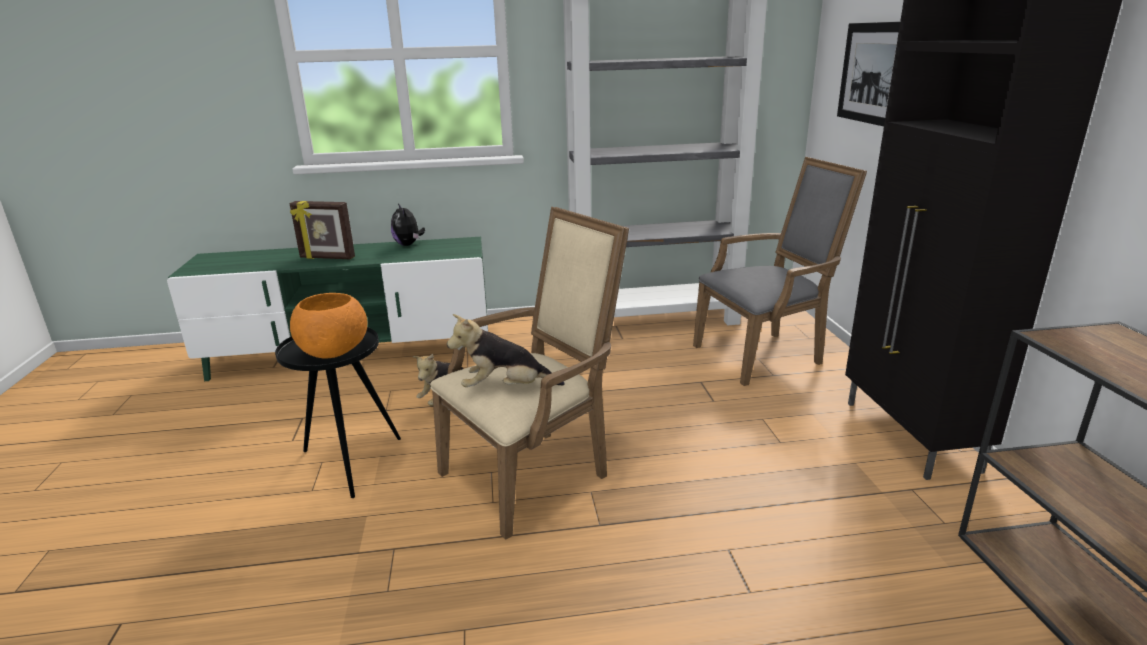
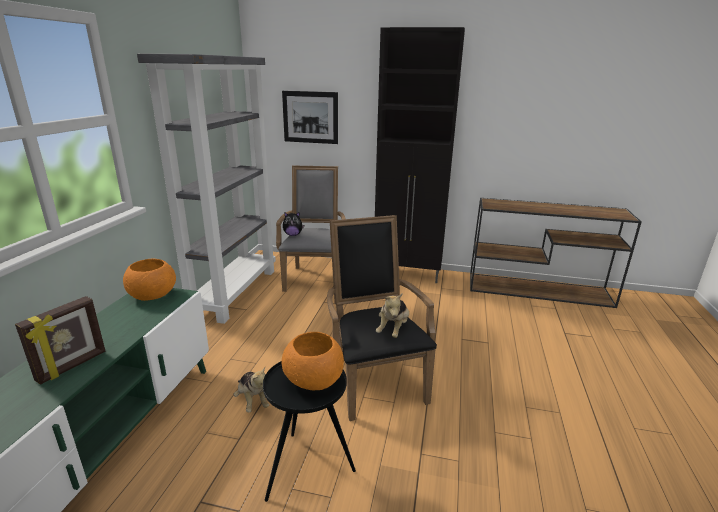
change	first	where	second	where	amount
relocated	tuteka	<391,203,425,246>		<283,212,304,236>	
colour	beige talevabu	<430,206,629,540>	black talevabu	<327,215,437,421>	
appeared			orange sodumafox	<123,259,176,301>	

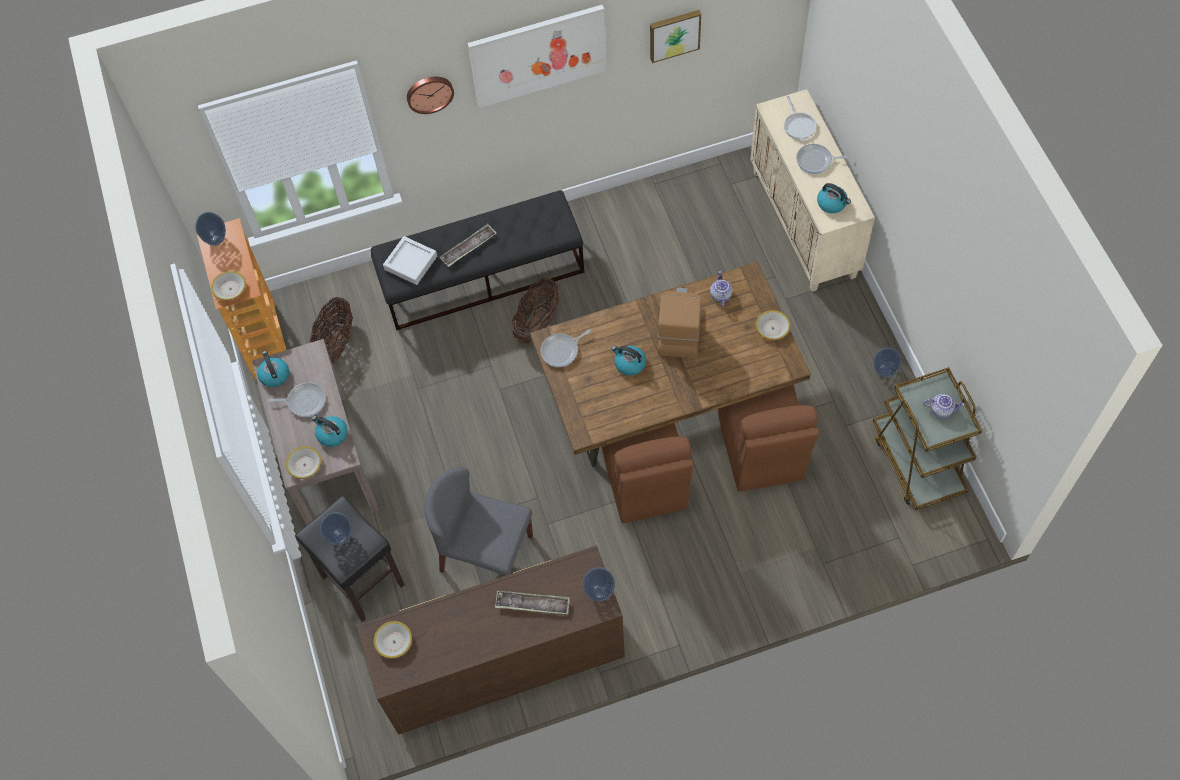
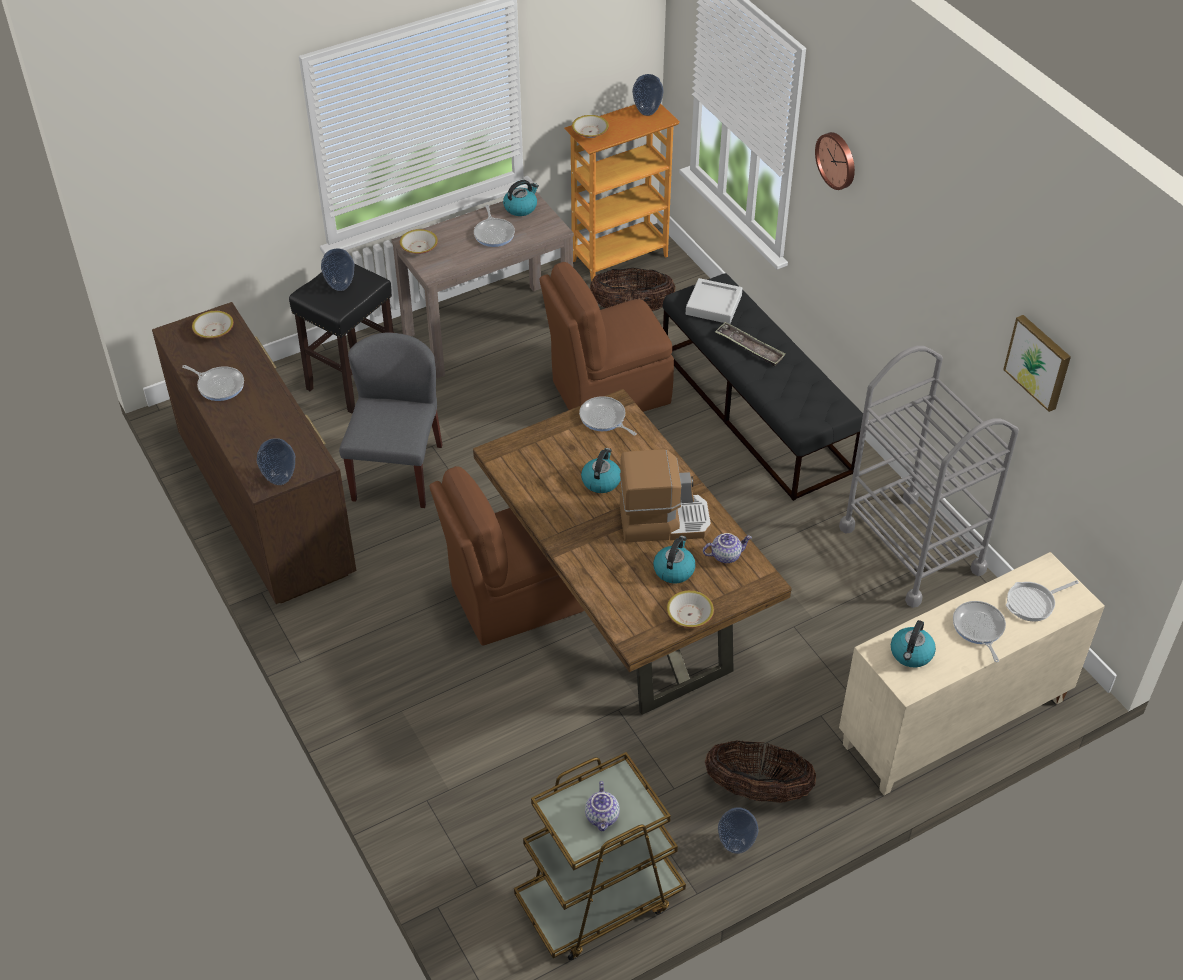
change	first	where	second	where	amount
relocated	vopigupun	<312,415,348,447>		<653,536,696,583>	
missing	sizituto	<468,5,607,108>			
missing	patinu	<495,591,570,615>			
relocated	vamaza	<512,277,559,344>		<705,740,816,803>	
relocated	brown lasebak	<718,384,819,492>		<539,262,674,412>	
appeared			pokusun	<182,365,244,401>	
appeared			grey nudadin	<839,346,1019,608>	

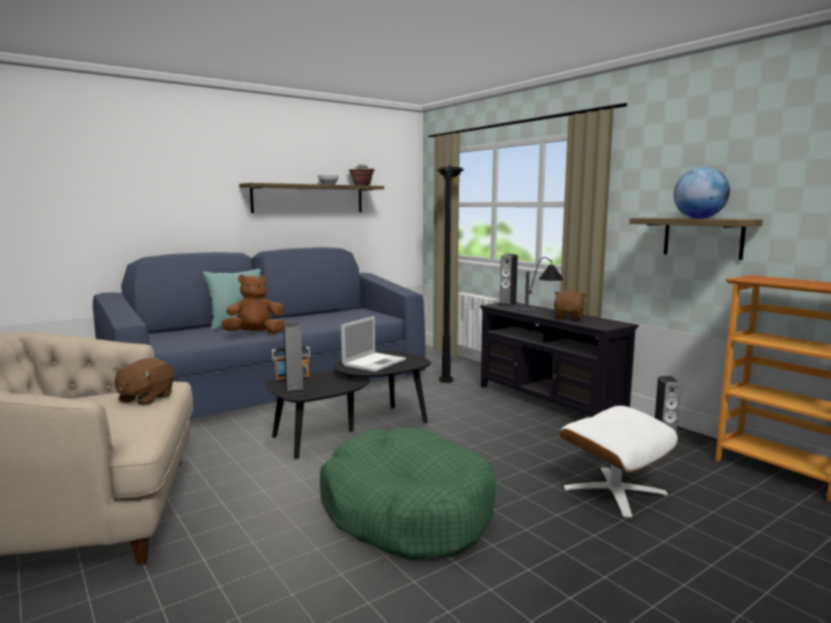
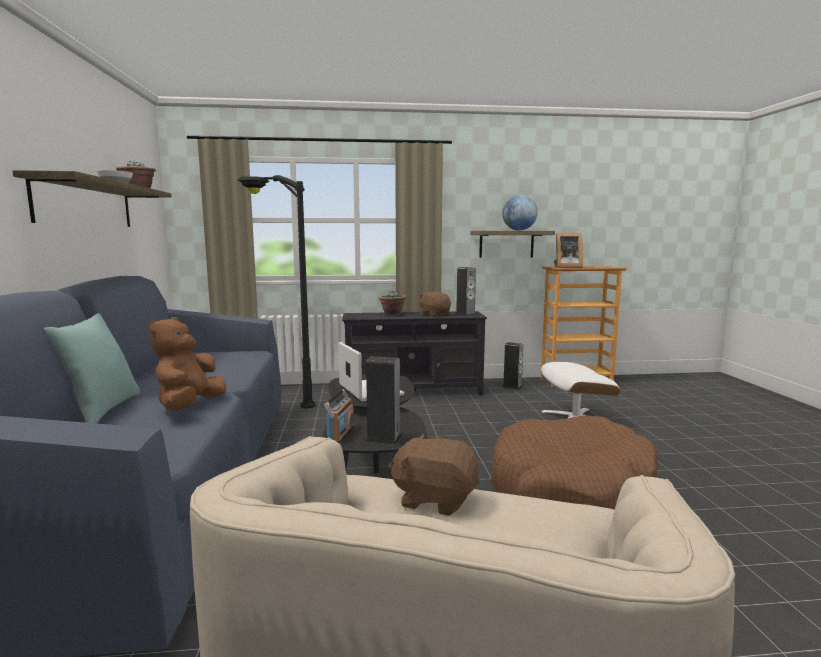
change	first	where	second	where	amount
spun	brown tuteka	<113,358,174,406>		<389,434,480,516>	150 degrees clockwise
colour	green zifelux	<320,428,496,560>	brown zifelux	<491,415,659,510>	
relocated	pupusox	<499,254,518,306>		<455,267,476,316>	
exchanged	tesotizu	<518,257,563,312>	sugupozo	<378,291,407,315>	
appeared			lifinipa	<554,233,583,268>	

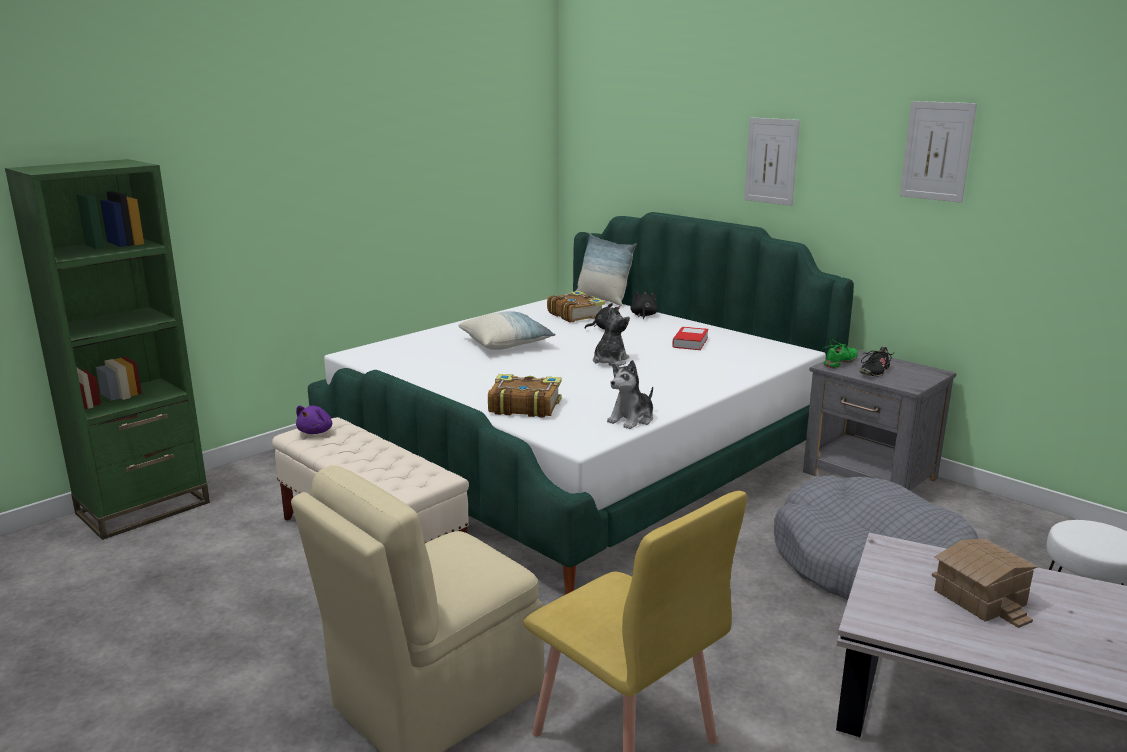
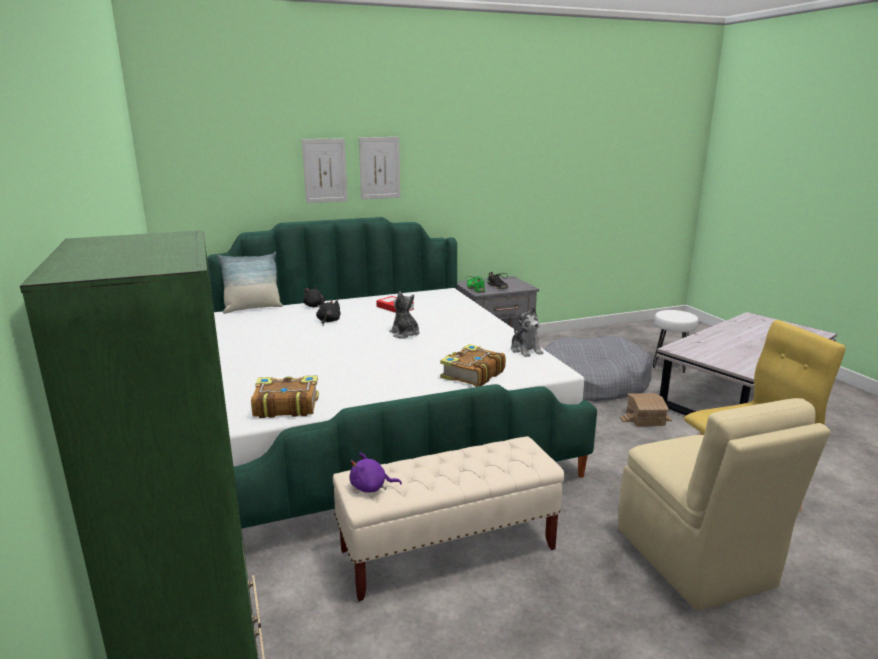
change	first	where	second	where	amount
spun	purple tuteka	<296,406,332,434>		<349,453,402,493>	135 degrees clockwise
missing	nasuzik	<458,311,556,350>			
relocated	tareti	<547,291,605,323>		<251,375,319,418>	
relocated	sizituto	<899,101,977,203>		<302,138,348,203>	
relocated	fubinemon	<932,539,1039,628>		<620,393,672,426>	

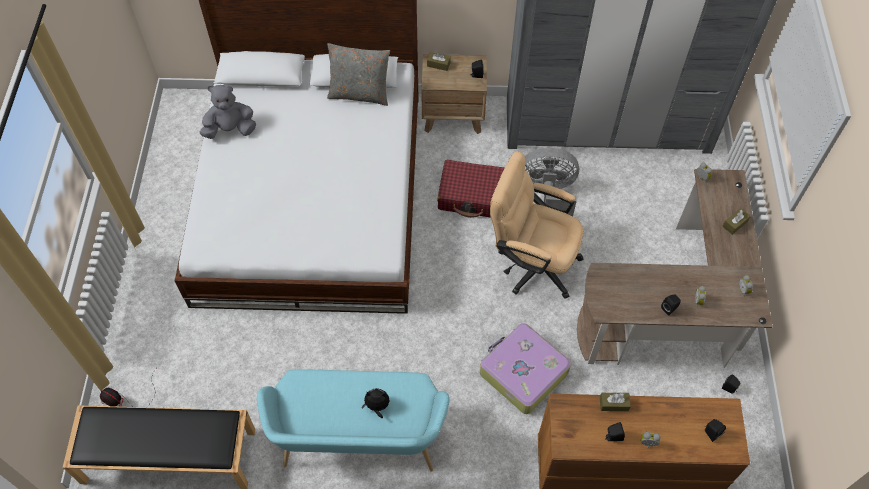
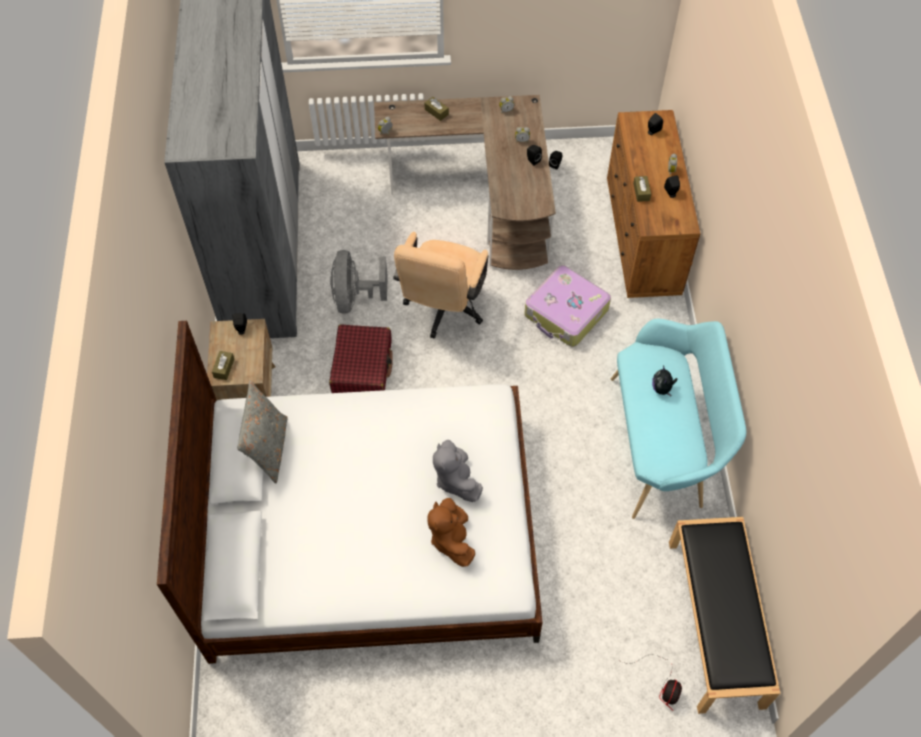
change	first	where	second	where	amount
relocated	grey tuteka	<200,85,256,139>		<433,440,483,502>	
appeared			brown tuteka	<427,498,475,567>	

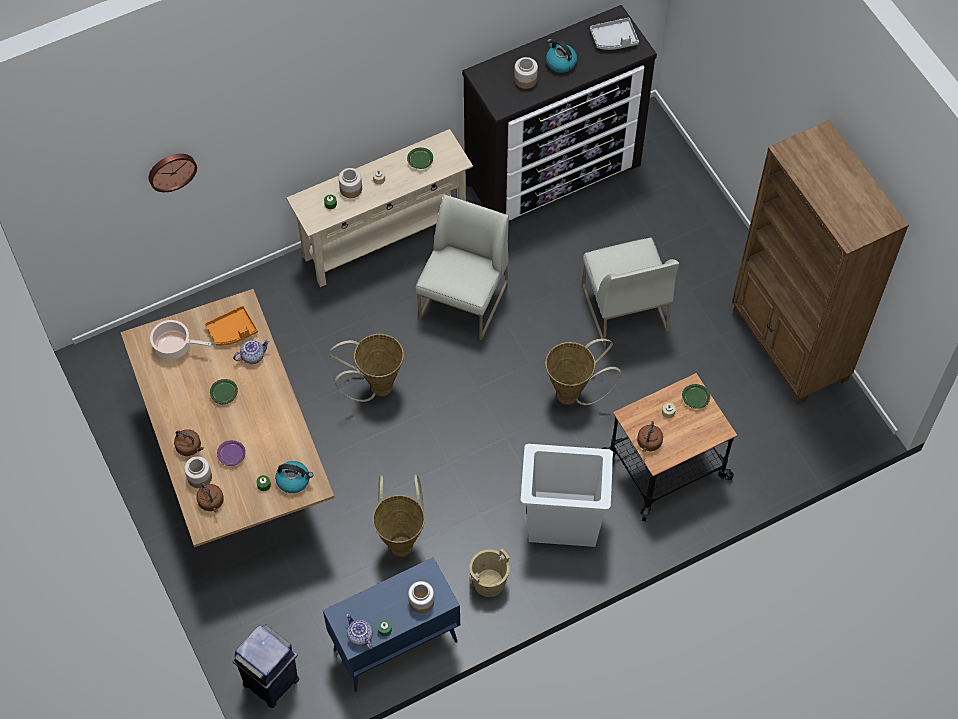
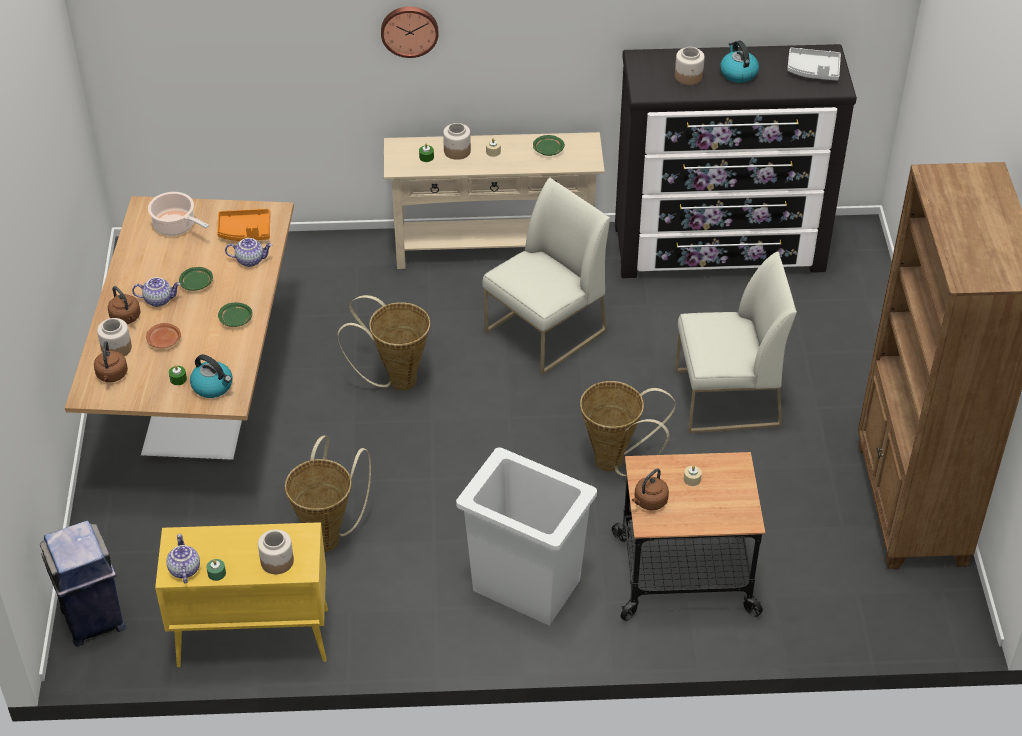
change	first	where	second	where	amount
relocated	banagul	<148,154,197,192>		<381,6,438,58>	
colour	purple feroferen	<217,440,246,466>	brown feroferen	<146,323,181,348>	
colour	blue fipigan	<323,557,460,692>	yellow fipigan	<155,522,328,667>	
missing	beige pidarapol	<469,548,510,597>			
spun	white lasebak	<582,238,679,347>		<675,251,797,433>	105 degrees counterclockwise
relocated	green feroferen	<682,384,710,409>		<218,303,253,327>	
appeared			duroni	<132,277,181,307>	

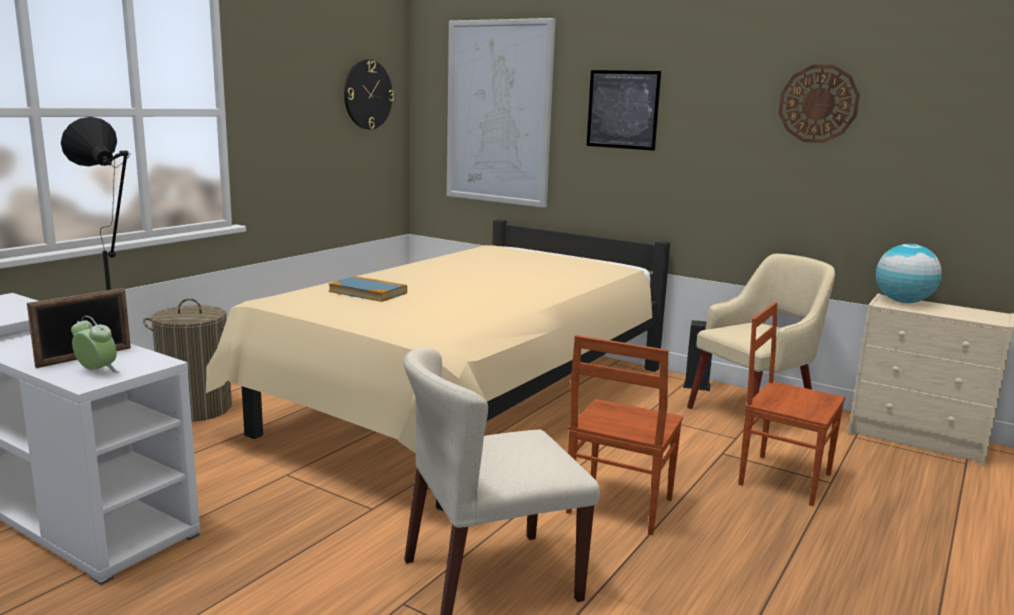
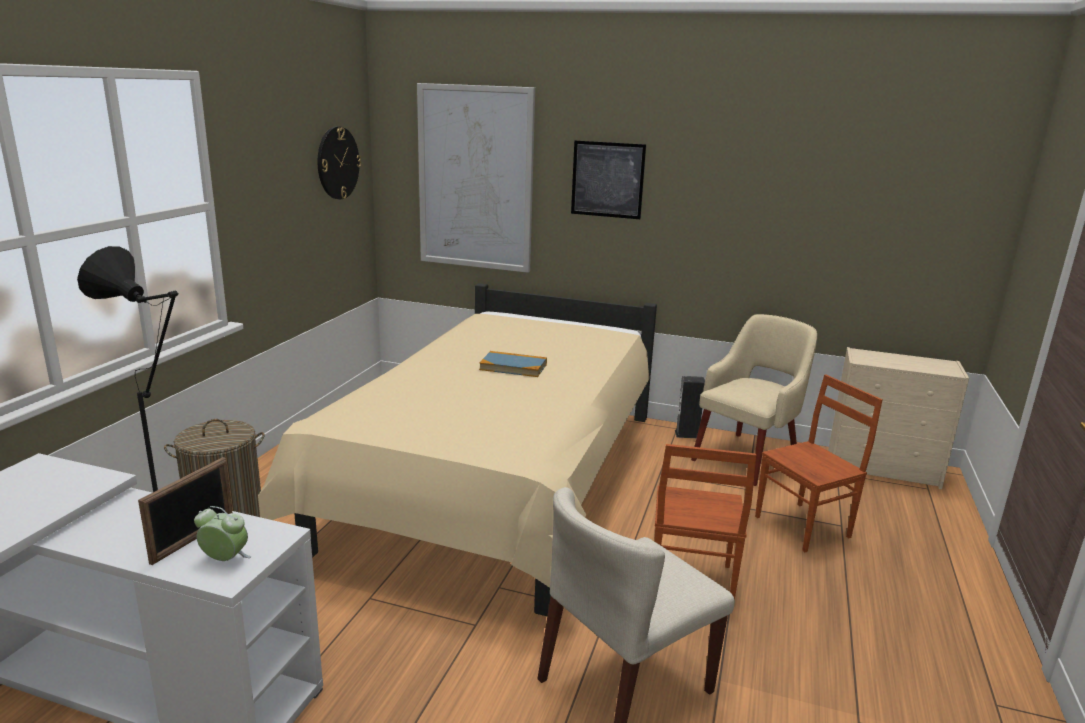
change	first	where	second	where	amount
relocated	tareti	<329,276,407,302>		<479,351,547,377>	
spun	brown lasebak	<738,302,845,506>		<755,375,882,552>	135 degrees clockwise
missing	banagul	<778,65,860,143>			
missing	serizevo	<876,244,942,303>			

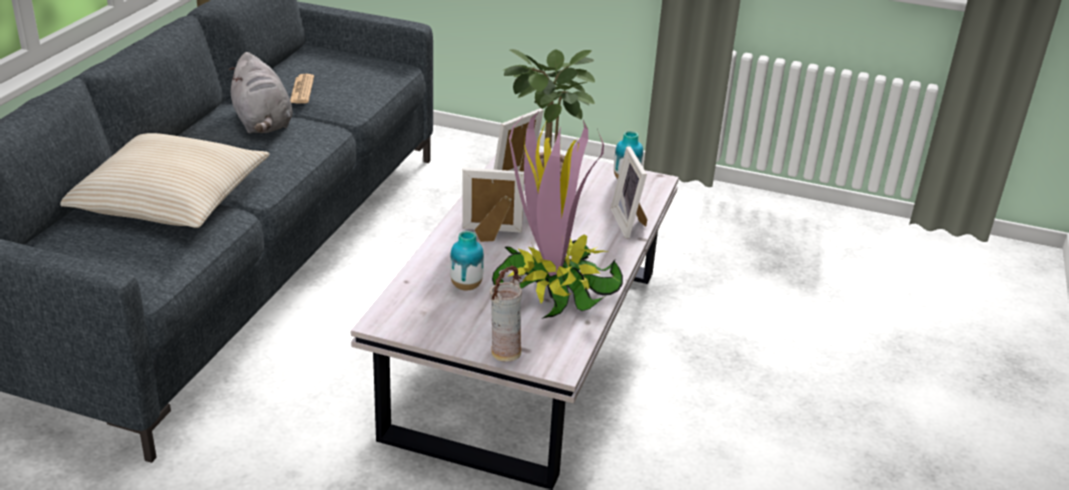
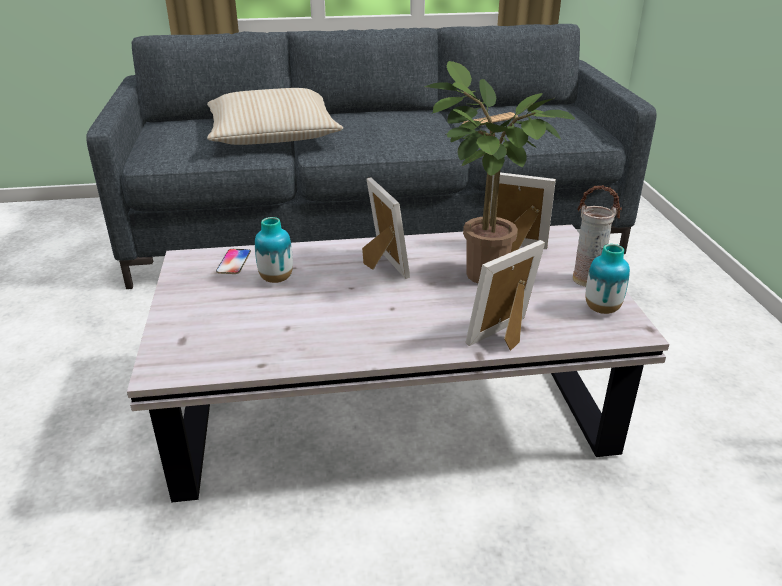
change	first	where	second	where	amount
missing	grey tuteka	<229,52,293,133>			
relocated	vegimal	<490,265,522,362>		<573,185,622,287>	
missing	sugupozo	<492,110,623,321>			
appeared			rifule	<216,249,251,274>	

